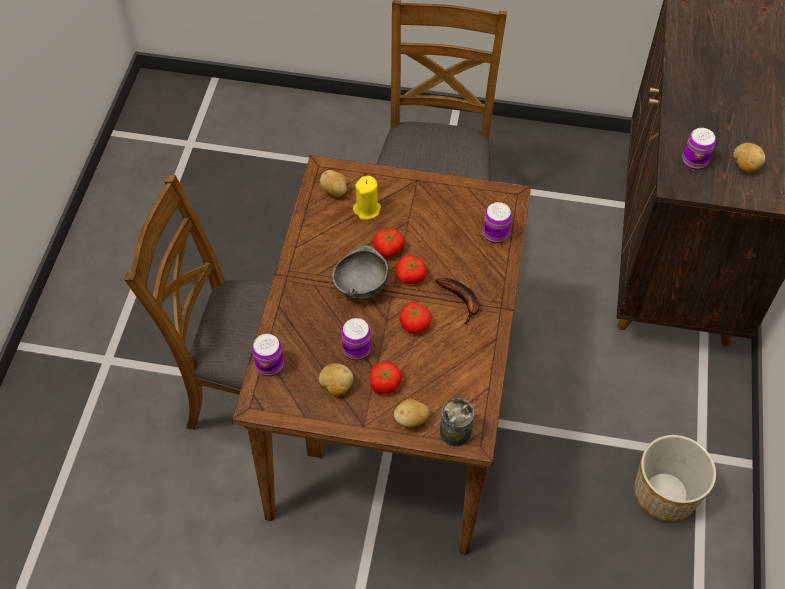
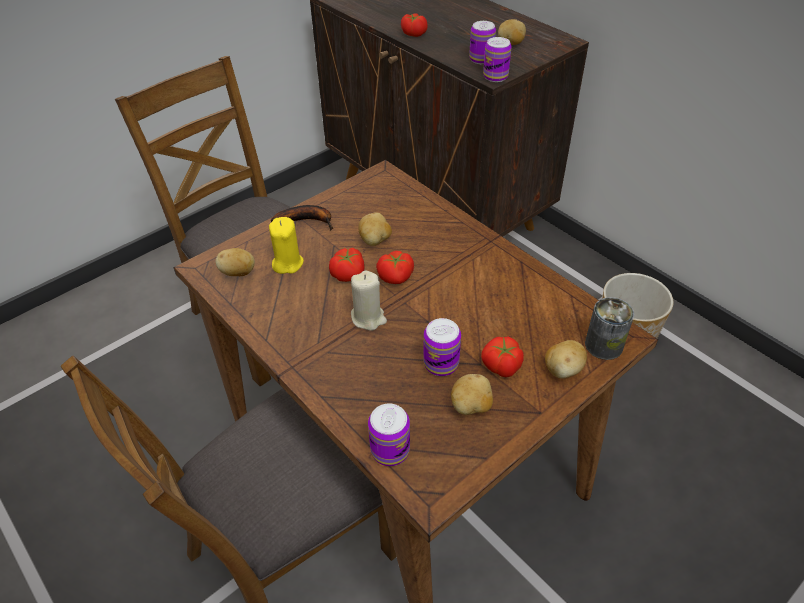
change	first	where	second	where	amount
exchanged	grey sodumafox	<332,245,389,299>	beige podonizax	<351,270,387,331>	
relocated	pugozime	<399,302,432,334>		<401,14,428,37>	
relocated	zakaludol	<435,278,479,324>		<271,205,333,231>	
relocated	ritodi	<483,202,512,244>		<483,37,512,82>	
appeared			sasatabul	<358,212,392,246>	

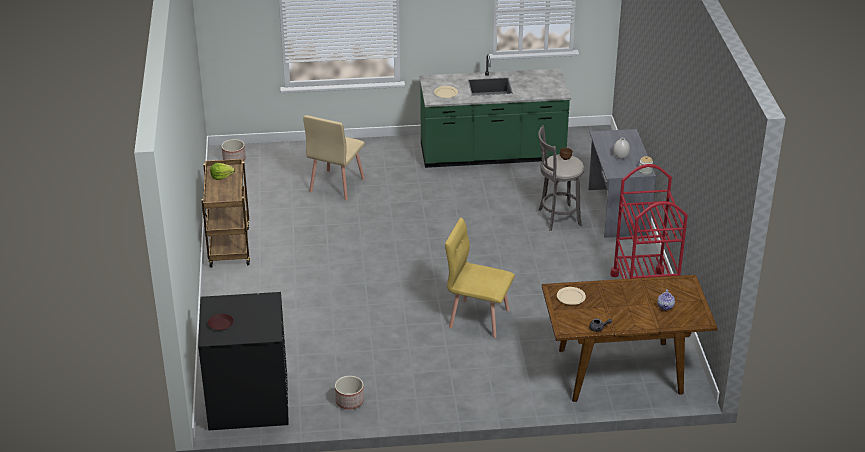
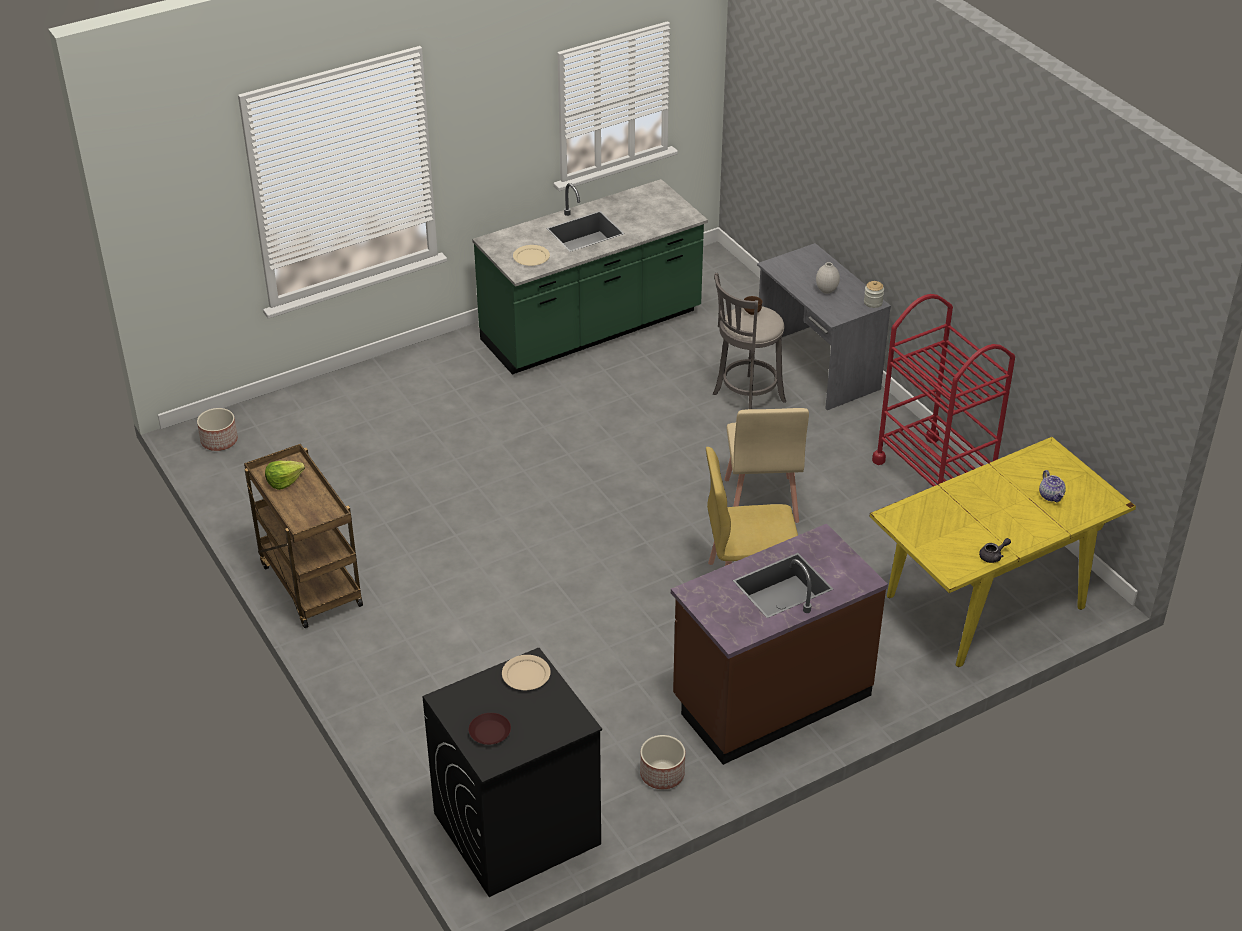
change	first	where	second	where	amount
relocated	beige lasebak	<303,115,365,201>		<724,408,809,523>	
colour	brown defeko	<542,275,718,402>	yellow defeko	<869,437,1136,667>	
relocated	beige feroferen	<557,287,586,305>		<502,655,551,690>	
appeared			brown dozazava	<671,524,888,765>	

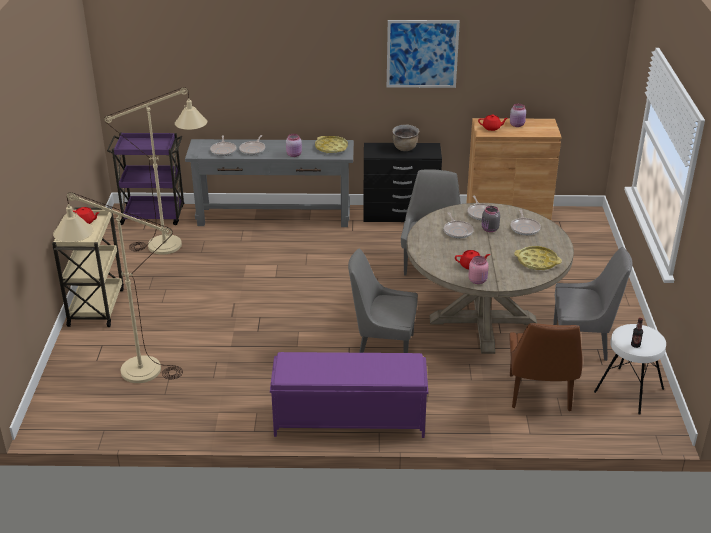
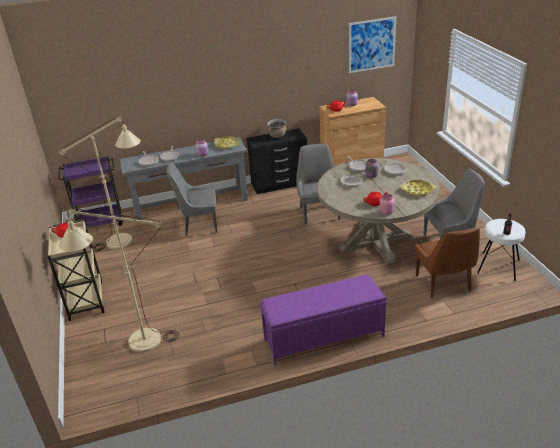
change	first	where	second	where	amount
relocated	grey lasebak	<348,248,418,353>		<166,162,218,236>	
relocated	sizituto	<387,20,460,88>		<349,16,396,73>	

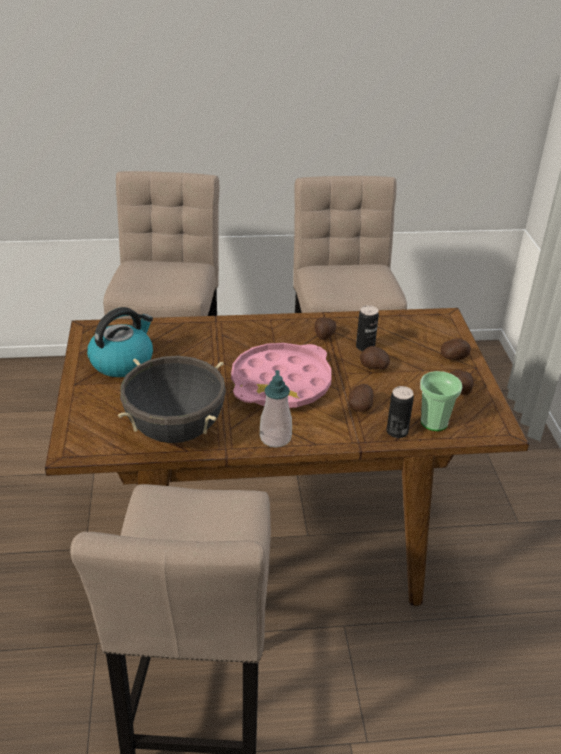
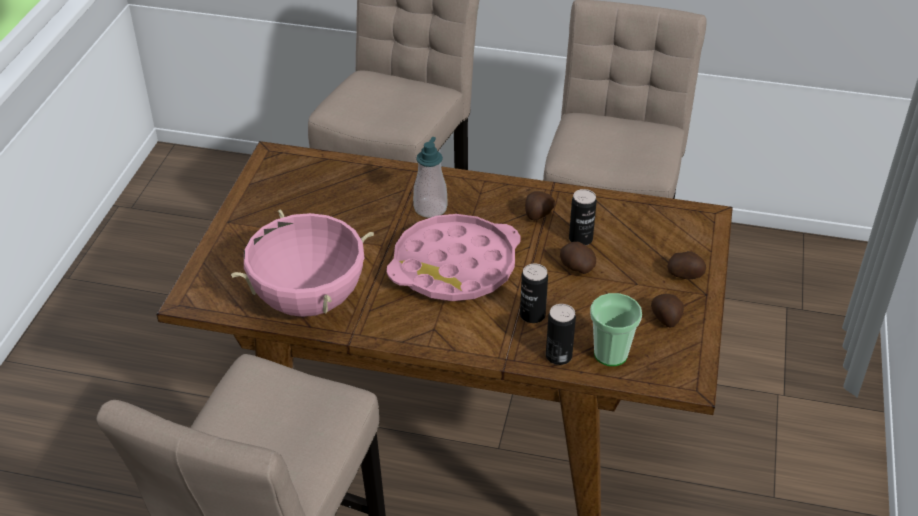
change	first	where	second	where	amount
missing	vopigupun	<87,307,153,377>			
colour	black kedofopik	<118,356,226,443>	pink kedofopik	<231,210,374,317>	
relocated	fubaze	<260,370,292,448>		<413,137,447,218>	
exchanged	sasatabul	<348,384,374,412>	ritodi	<520,263,548,323>	

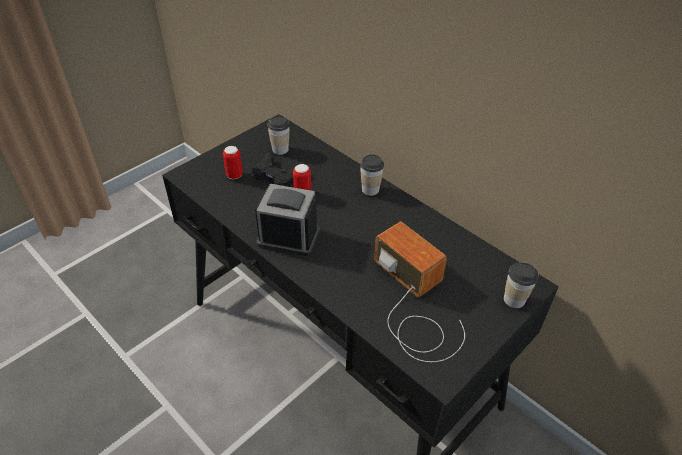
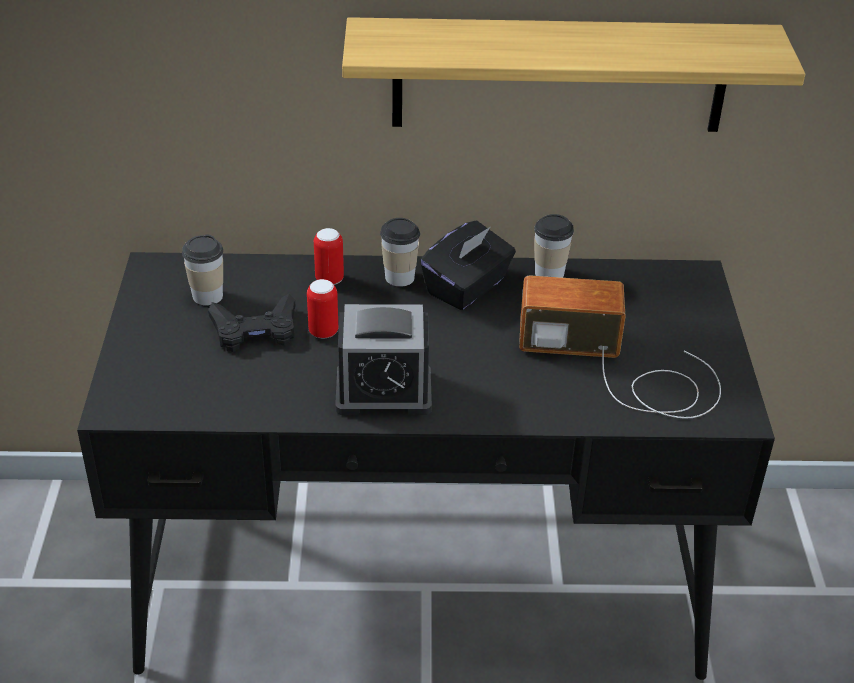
change	first	where	second	where	amount
relocated	ritodi	<223,146,243,179>		<314,228,344,285>	
spun	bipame	<255,184,320,256>		<335,304,432,415>	150 degrees counterclockwise
relocated	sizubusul	<504,262,539,308>		<534,214,574,278>	
appeared			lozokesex	<342,17,805,132>	
appeared			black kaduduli	<420,221,516,310>	

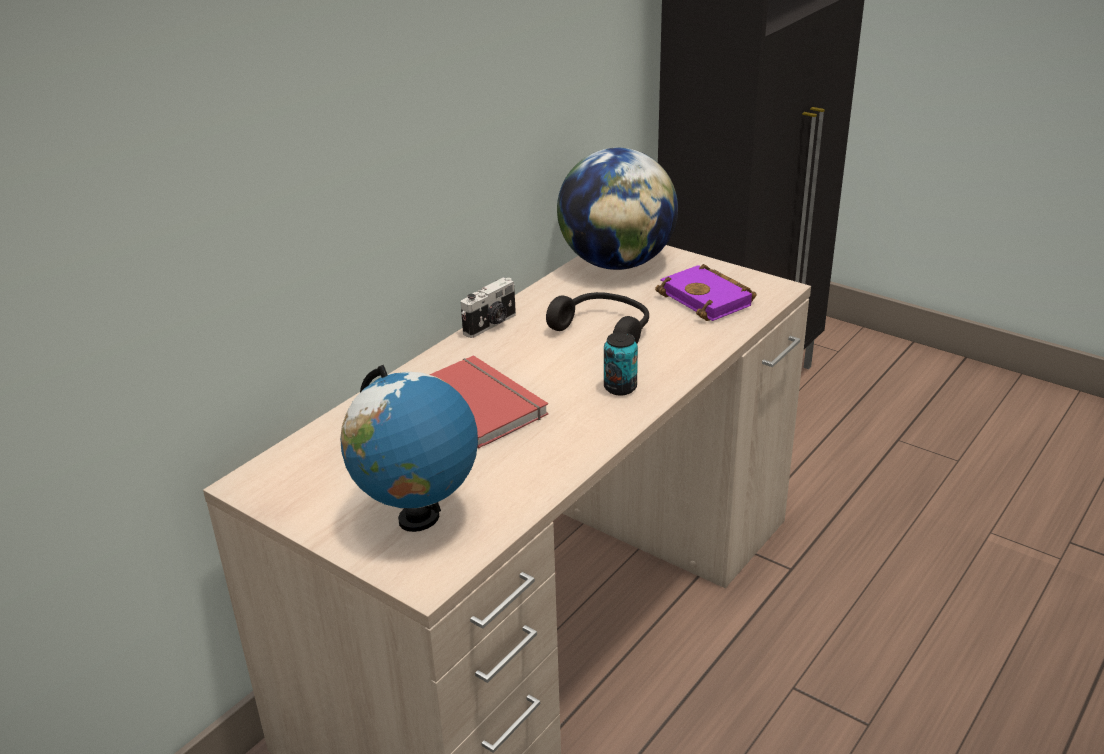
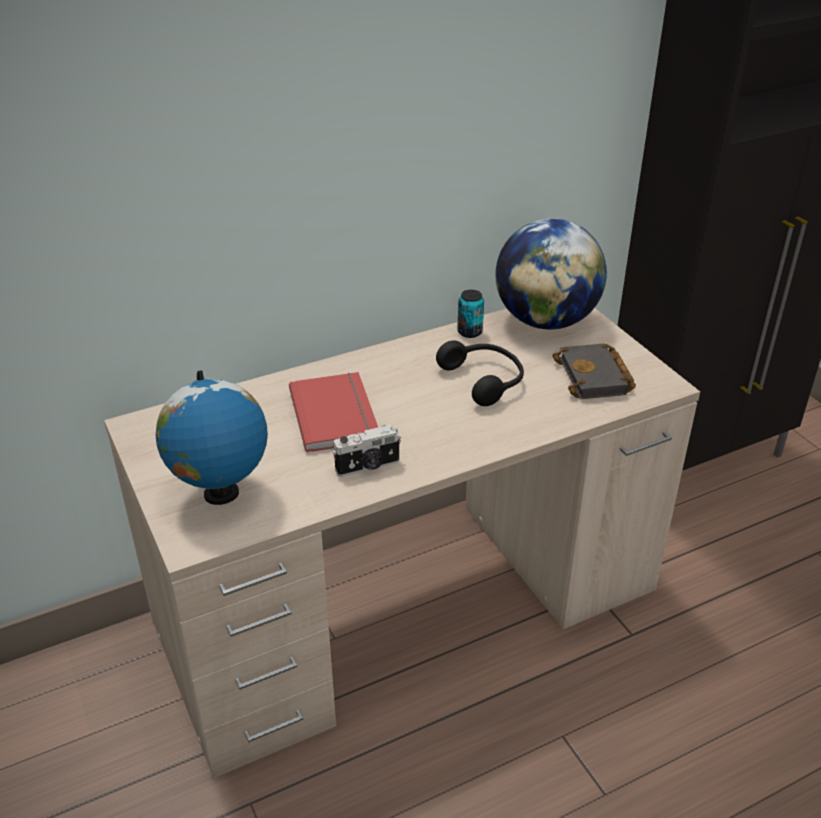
change	first	where	second	where	amount
relocated	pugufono	<461,277,516,338>		<332,424,401,477>	
relocated	ritodi	<604,332,638,396>		<457,290,484,338>	
colour	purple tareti	<655,264,757,321>	black tareti	<552,344,636,399>	

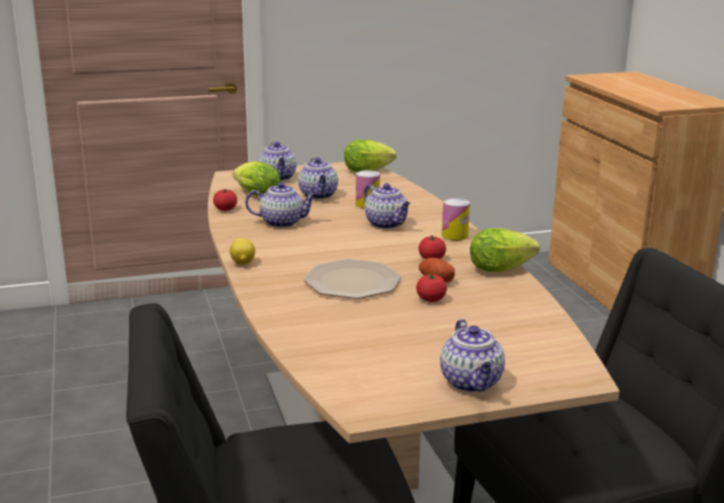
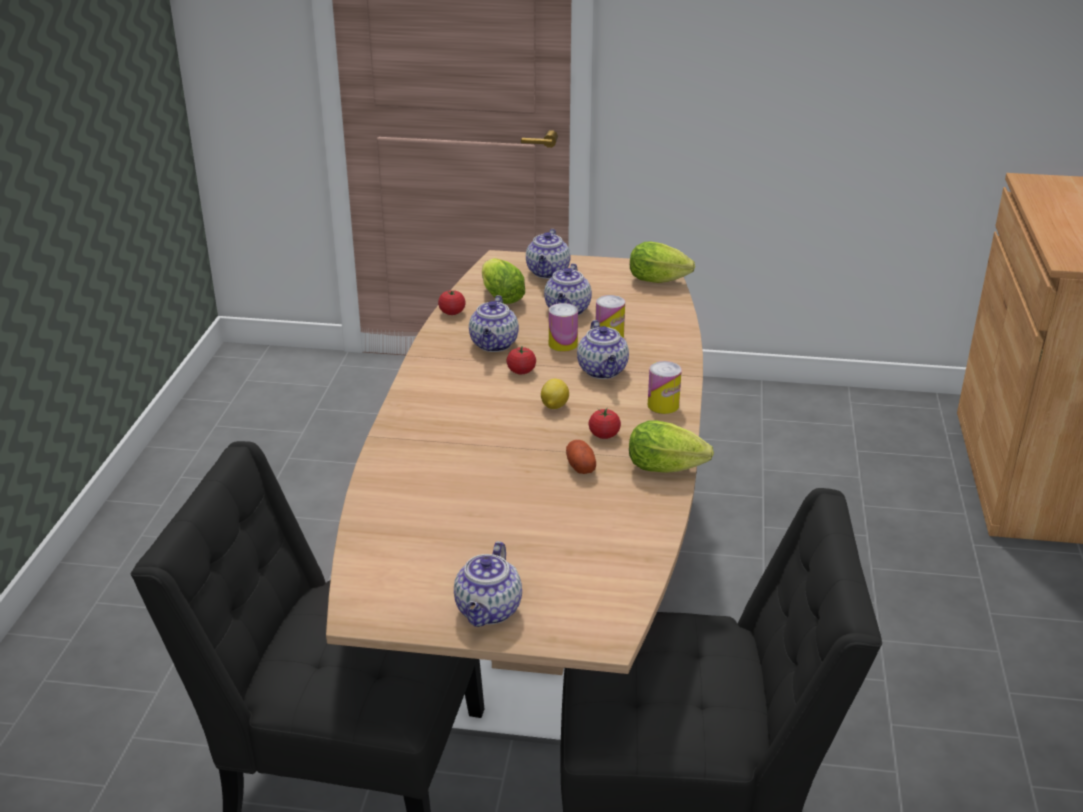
change	first	where	second	where	amount
relocated	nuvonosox	<230,238,255,265>		<541,379,569,409>	
spun	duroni	<245,182,317,228>		<469,295,519,352>	75 degrees clockwise
missing	feroferen	<303,259,401,299>			
relocated	pugozime	<416,274,447,302>		<507,347,536,374>	
appeared			ritodi	<549,303,578,352>	

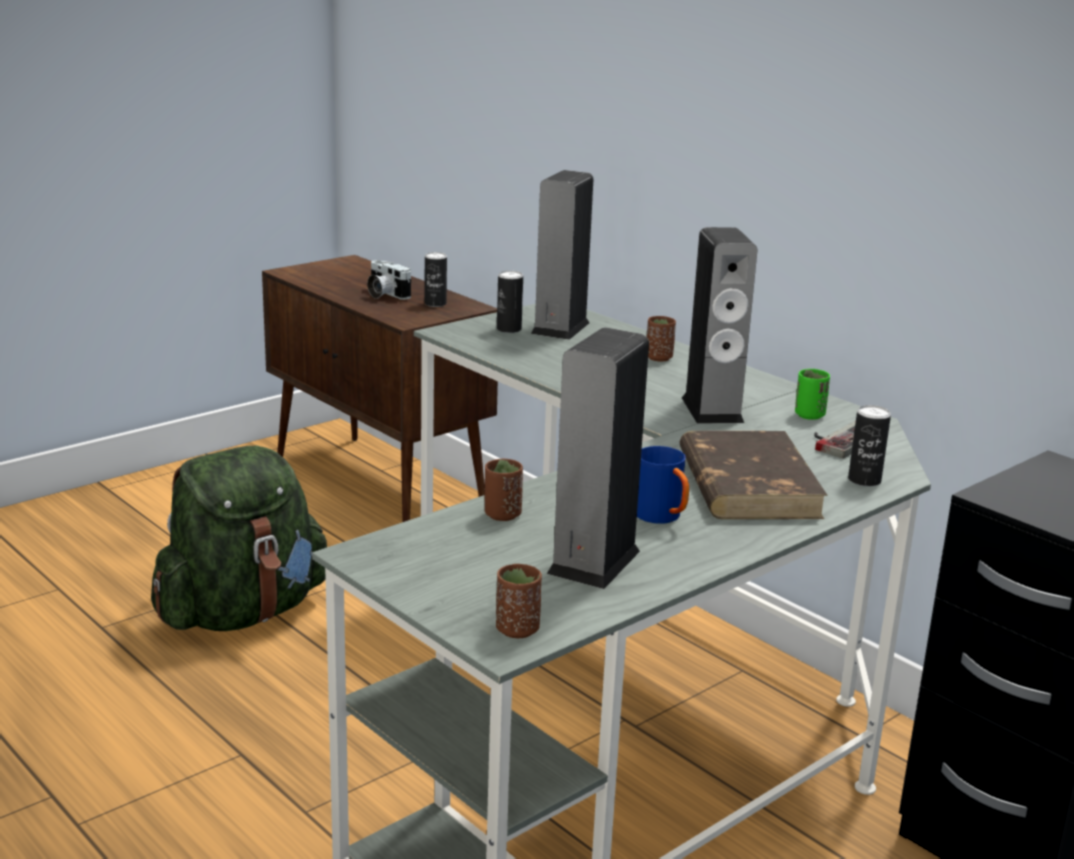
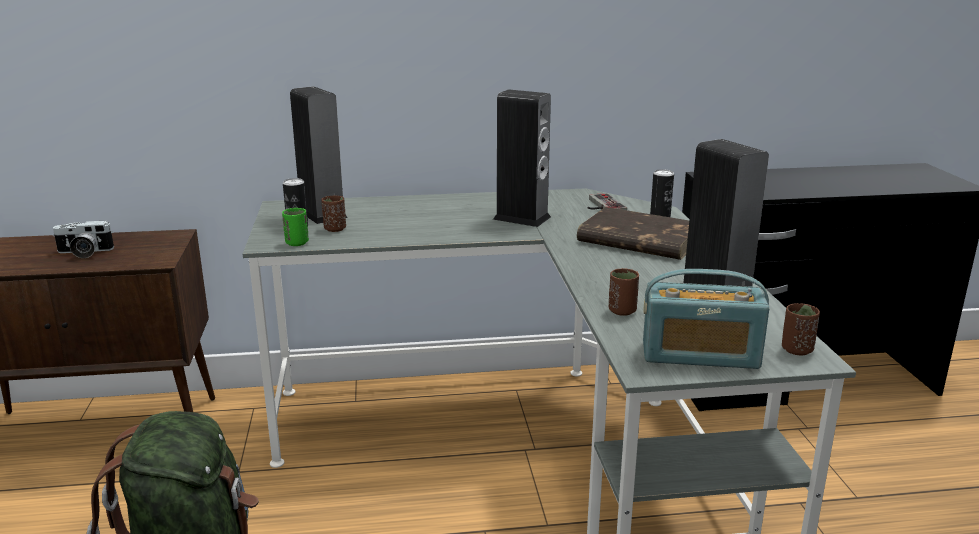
change	first	where	second	where	amount
missing	ritodi	<424,252,447,307>			
missing	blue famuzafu	<637,446,689,524>			
relocated	brown sizubusul	<647,316,676,361>		<321,196,346,232>	
relocated	green sizubusul	<795,369,830,420>		<282,208,309,246>	
appeared			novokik	<643,269,769,369>	

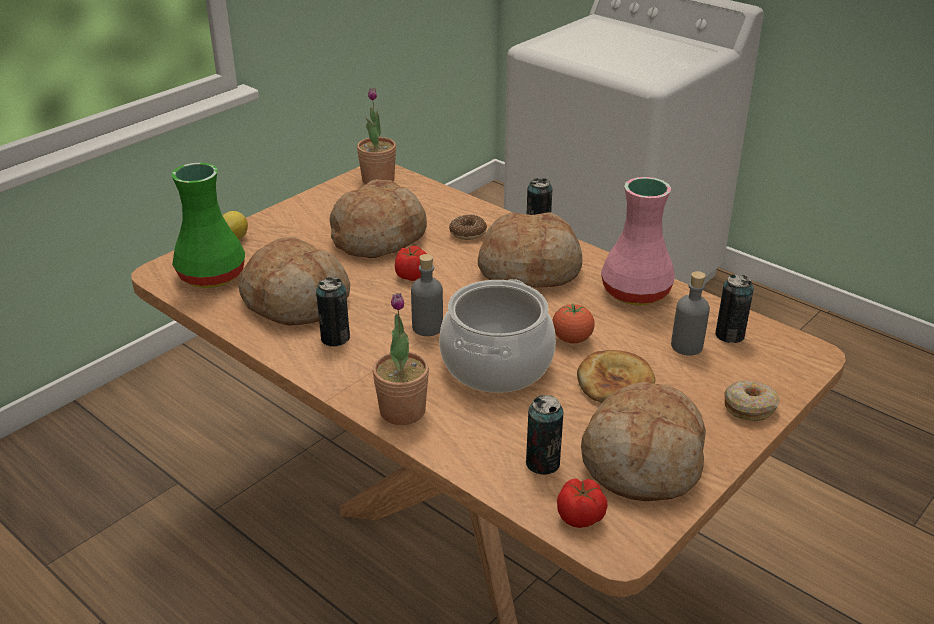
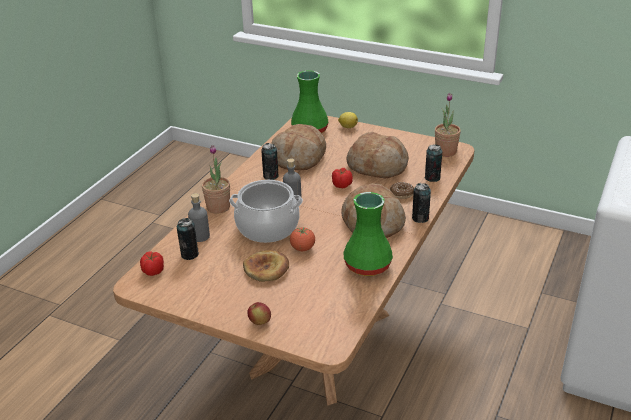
change	first	where	second	where	amount
missing	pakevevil	<581,382,706,501>			
colour	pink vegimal	<601,177,675,305>	green vegimal	<343,192,393,276>	
relocated	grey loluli	<671,271,710,355>		<188,193,210,242>	
relocated	ritodi	<715,274,754,343>		<425,145,442,182>	
exchanged	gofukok	<724,381,780,421>	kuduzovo	<247,302,271,325>	

